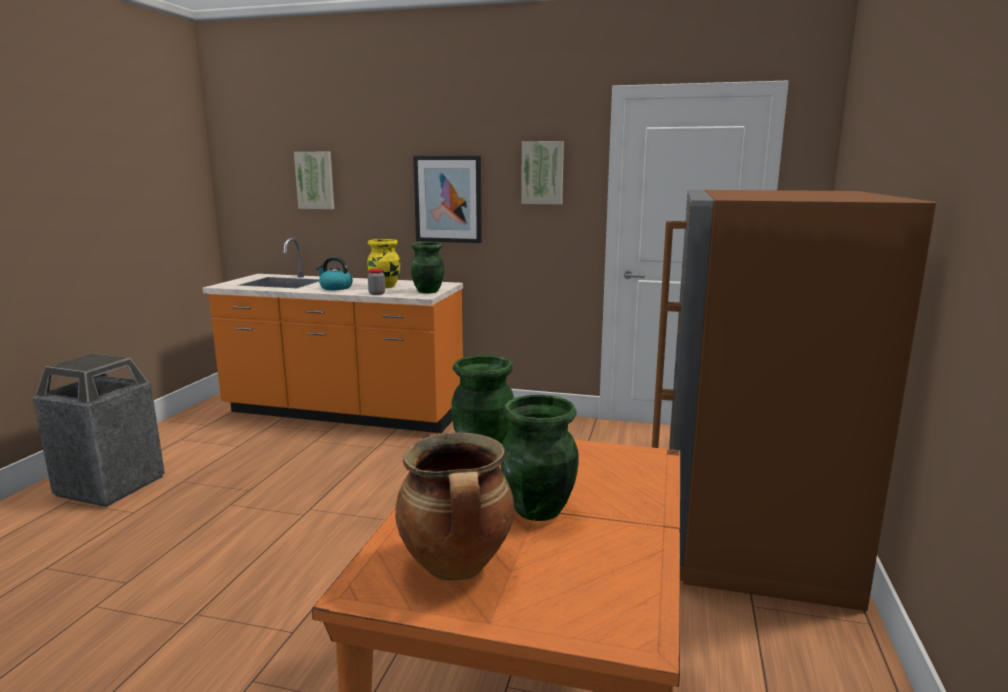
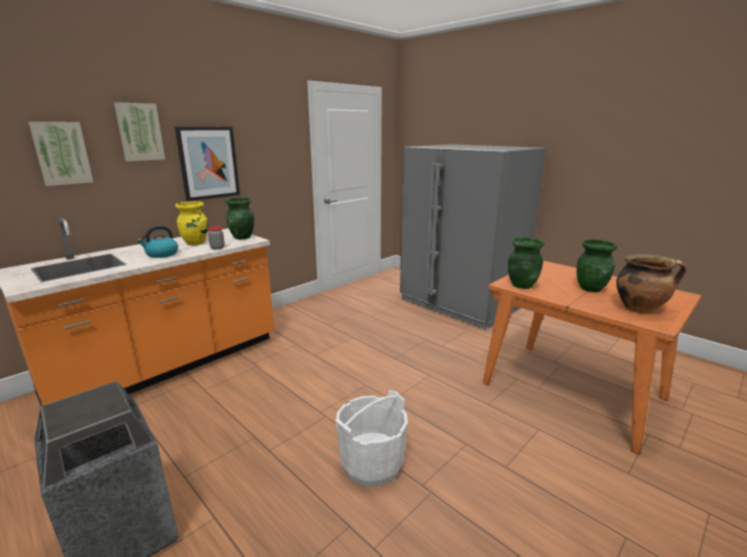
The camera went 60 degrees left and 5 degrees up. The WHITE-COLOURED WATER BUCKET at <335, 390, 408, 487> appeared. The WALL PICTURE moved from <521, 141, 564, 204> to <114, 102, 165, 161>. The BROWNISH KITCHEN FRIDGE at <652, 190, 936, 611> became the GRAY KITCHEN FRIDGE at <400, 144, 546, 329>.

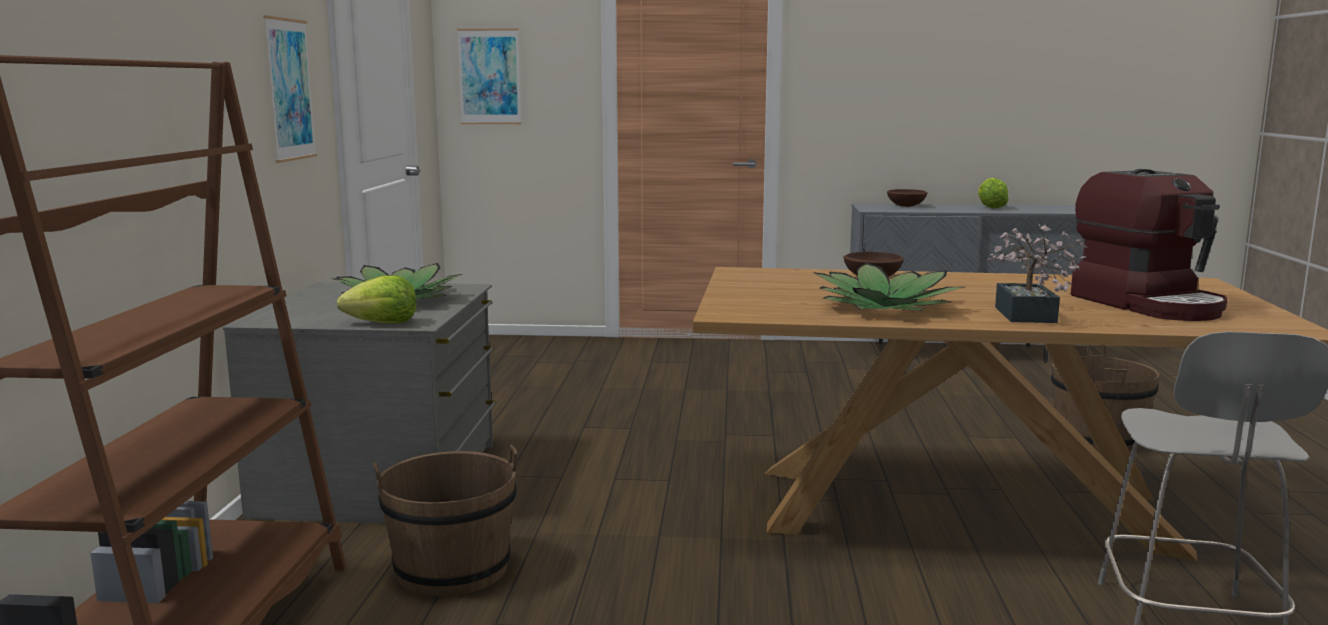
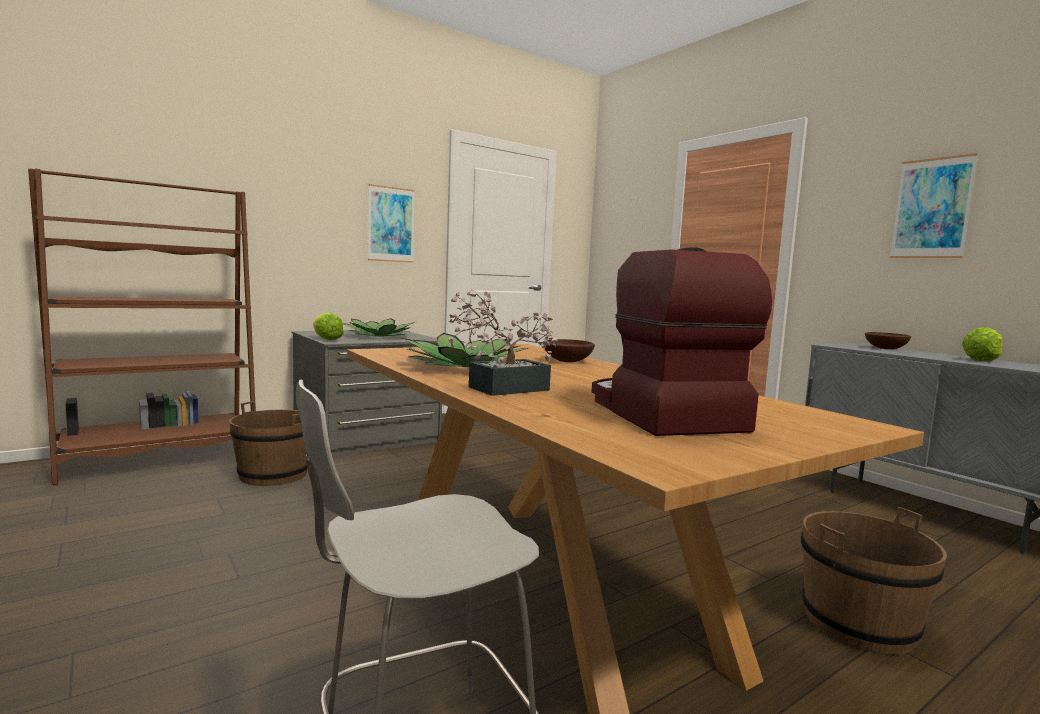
The camera went 50 degrees right and 5 degrees down. The WALL PICTURE moved from <457, 29, 521, 124> to <890, 153, 979, 258>. The COFFEE MACHINE at <1071, 169, 1227, 321> turned 135 degrees clockwise.

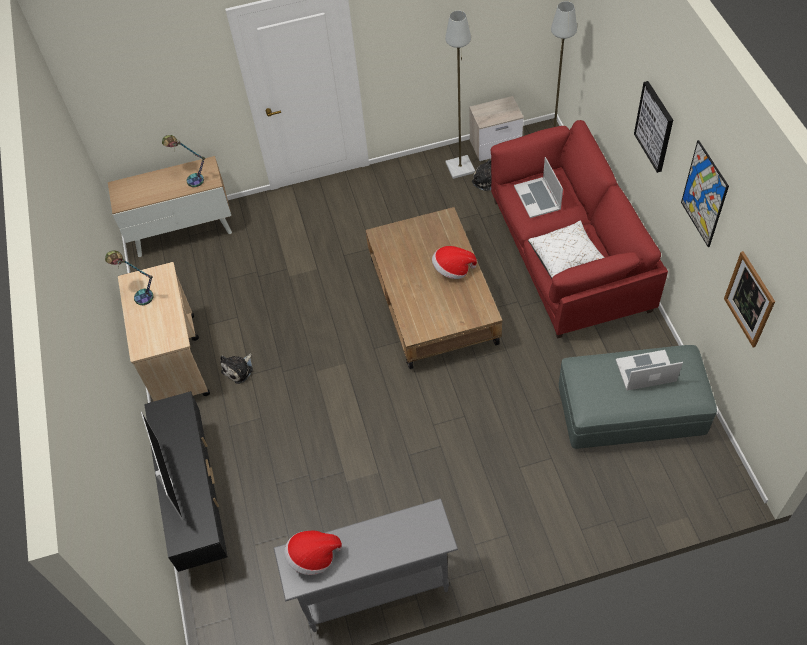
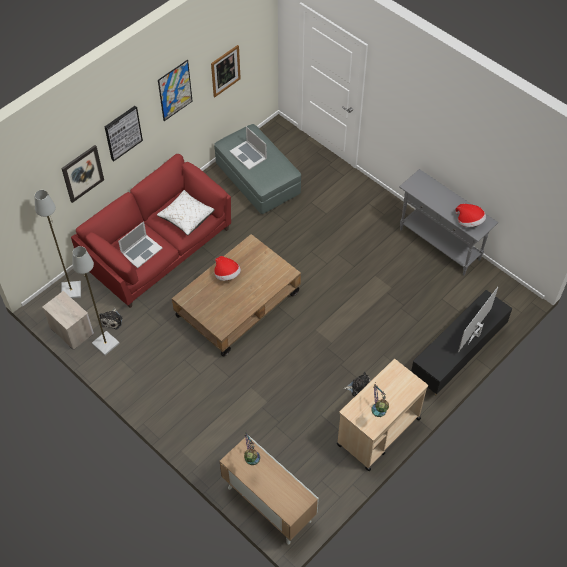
The camera went 125 degrees left and 0 degrees up. The WALL PICTURE at <61, 145, 104, 203> appeared.

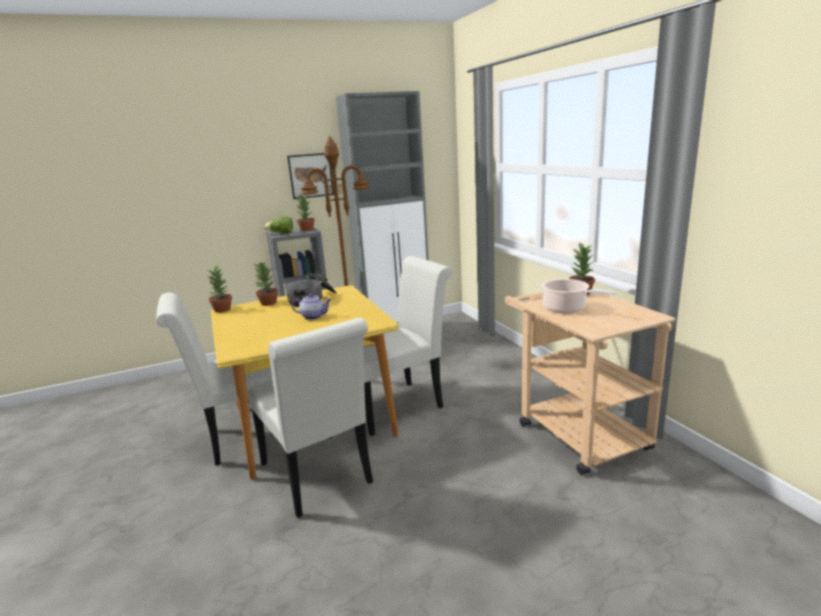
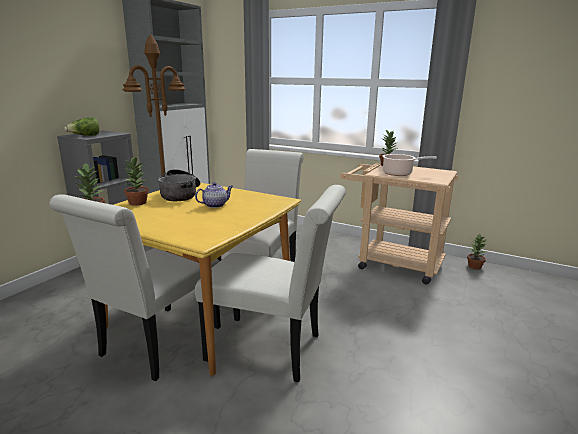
The camera went 40 degrees left and 0 degrees up. The WALL PICTURE at <287, 153, 334, 199> disappeared. The POTTED PLANT moved from <297, 194, 315, 231> to <467, 234, 487, 269>.

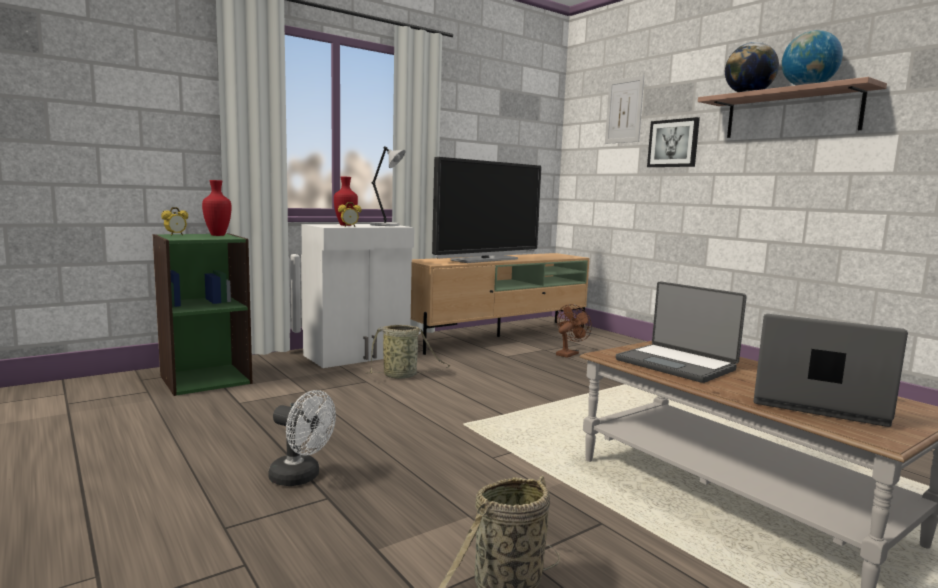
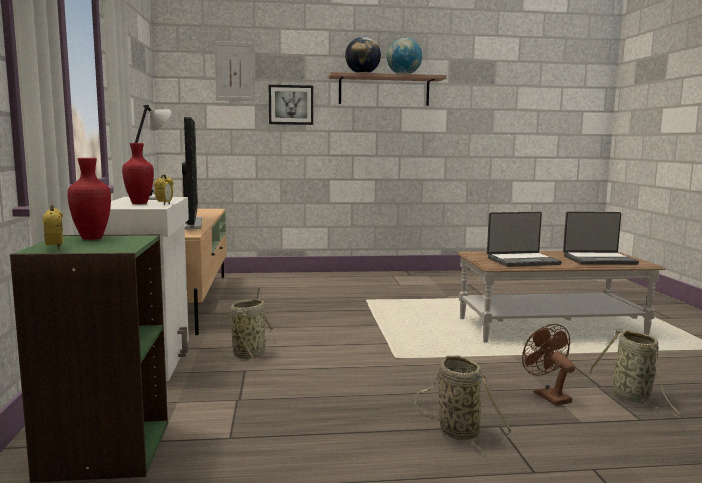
The camera went 60 degrees left and 0 degrees up. The BROWNISH ELECTRIC FAN moved from <556, 304, 592, 358> to <522, 324, 575, 406>. The WHITE-COLOURED ELECTRIC FAN at <268, 390, 336, 486> was replaced by the HOUSEHOLD BASKET at <415, 355, 512, 451>. The PORTABLE COMPUTER at <753, 314, 908, 427> turned 150 degrees counterclockwise.

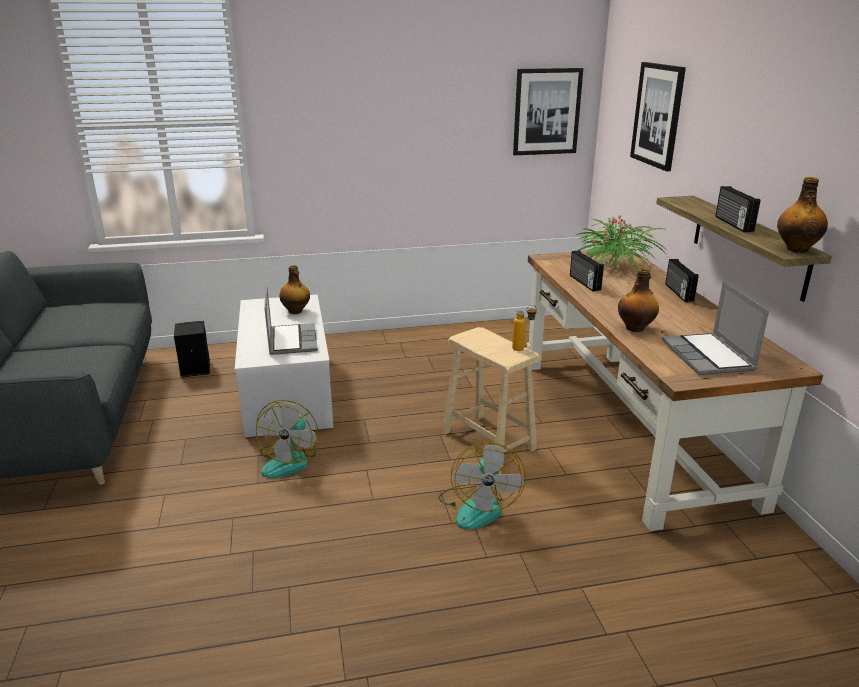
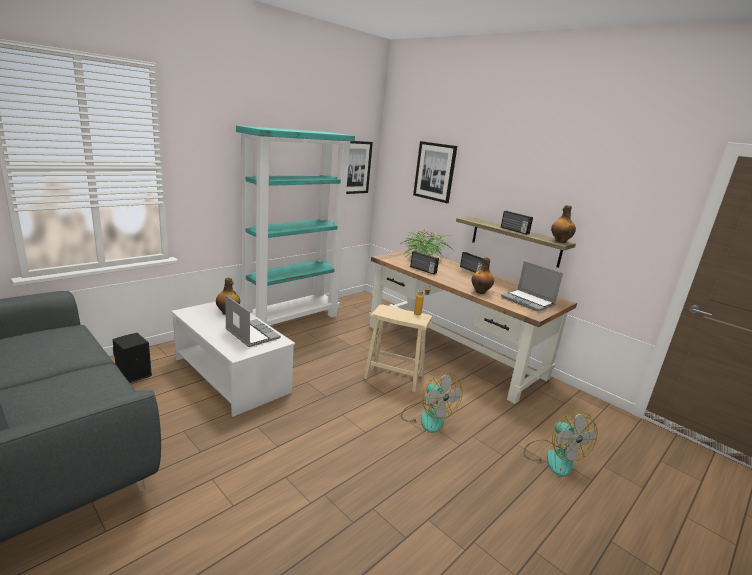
The camera went 35 degrees left and 5 degrees down. The TURQUOISE BOOKCASE at <236, 125, 355, 326> appeared. The ELECTRIC FAN moved from <256, 400, 319, 478> to <524, 412, 597, 477>.

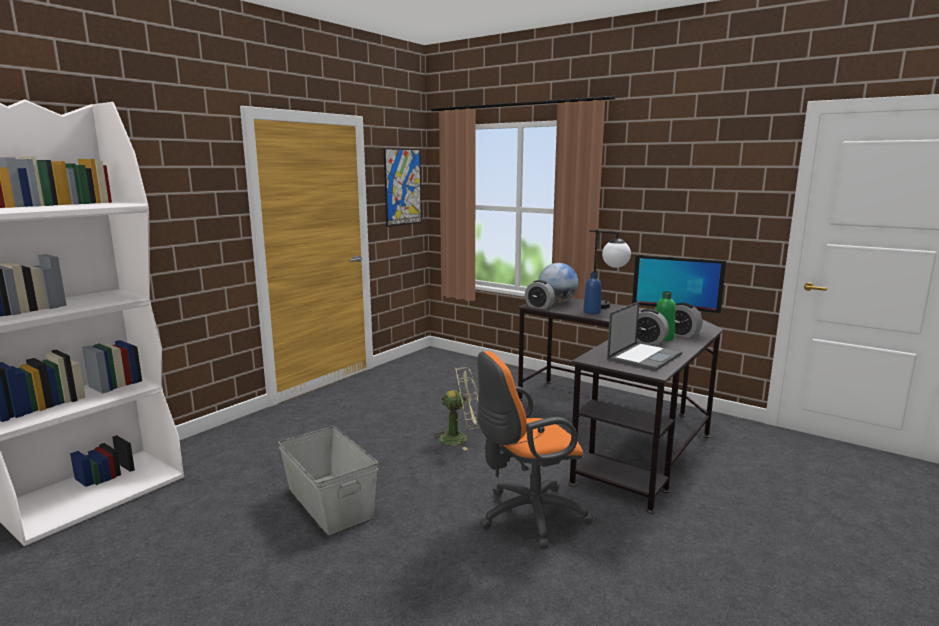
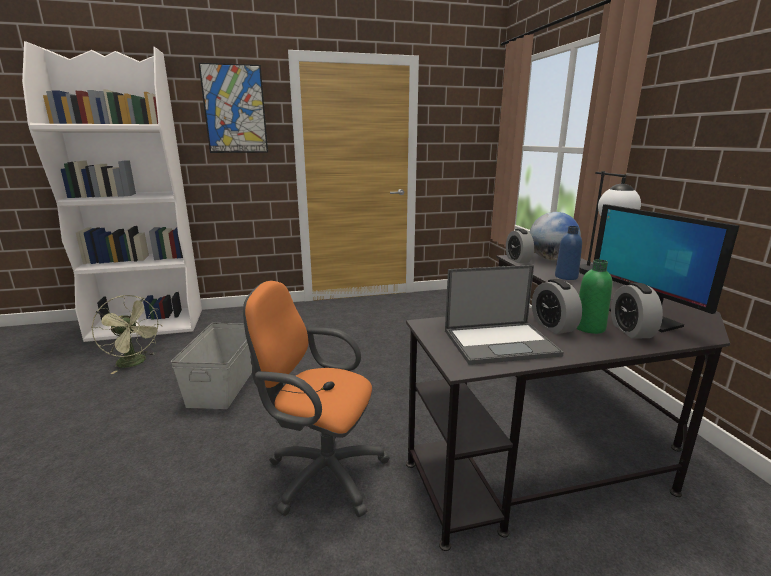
The camera went 40 degrees right and 5 degrees up. The WALL PICTURE moved from <384, 148, 422, 227> to <199, 63, 268, 153>. The GREEN-COLOURED ELECTRIC FAN moved from <431, 367, 480, 450> to <92, 295, 162, 374>.

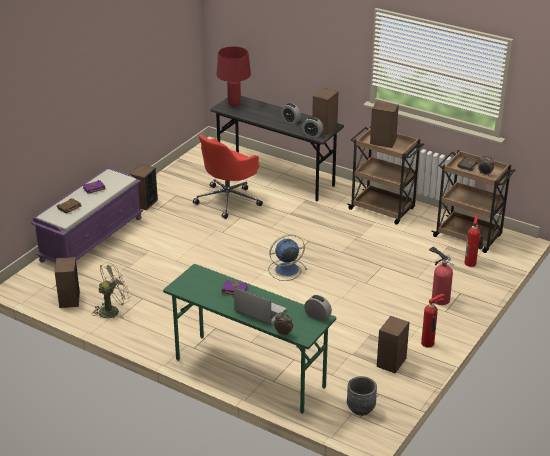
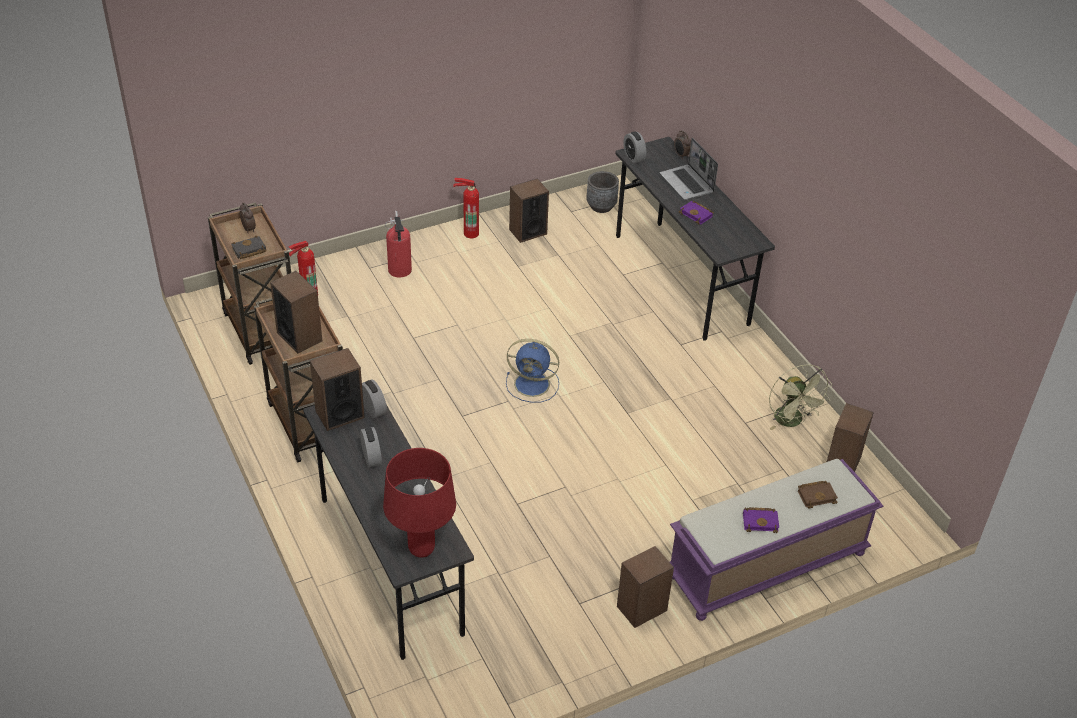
The camera went 150 degrees left and 10 degrees up. The RED OFFICE CHAIR at <193, 135, 263, 219> disappeared. The GREEN-COLOURED DESK at <163, 264, 336, 414> became the GRAY DESK at <615, 137, 775, 341>. The GREEN-COLOURED ELECTRIC FAN at <92, 262, 131, 319> turned 105 degrees counterclockwise.

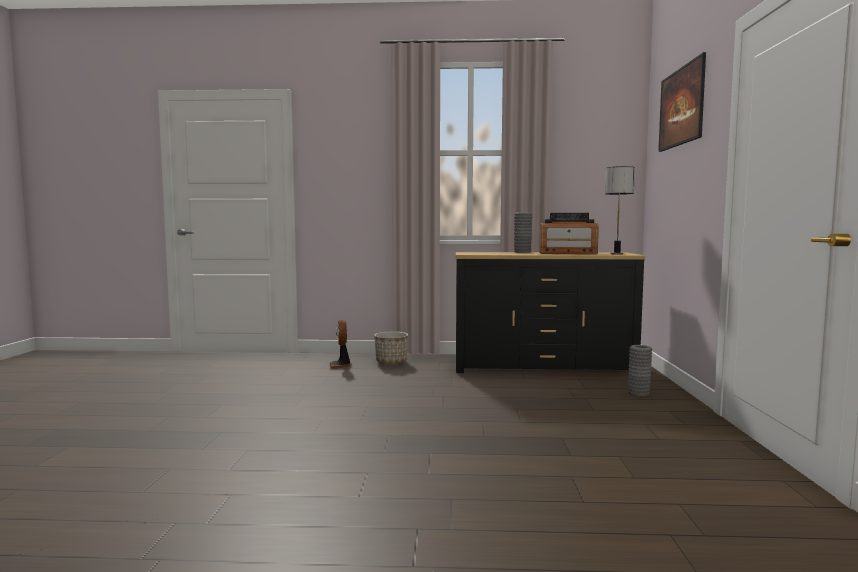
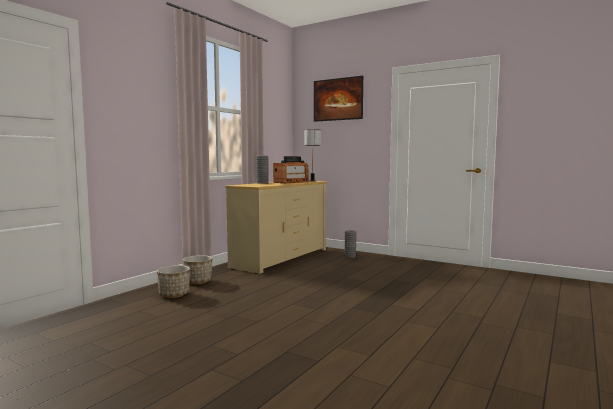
The camera went 60 degrees left and 0 degrees up. The ELECTRIC FAN at <329, 320, 352, 369> was replaced by the PLANT POT at <157, 265, 190, 298>. The BLACK-COLOURED DRESSER at <456, 252, 646, 373> became the SAND-COLOURED DRESSER at <225, 181, 327, 274>.

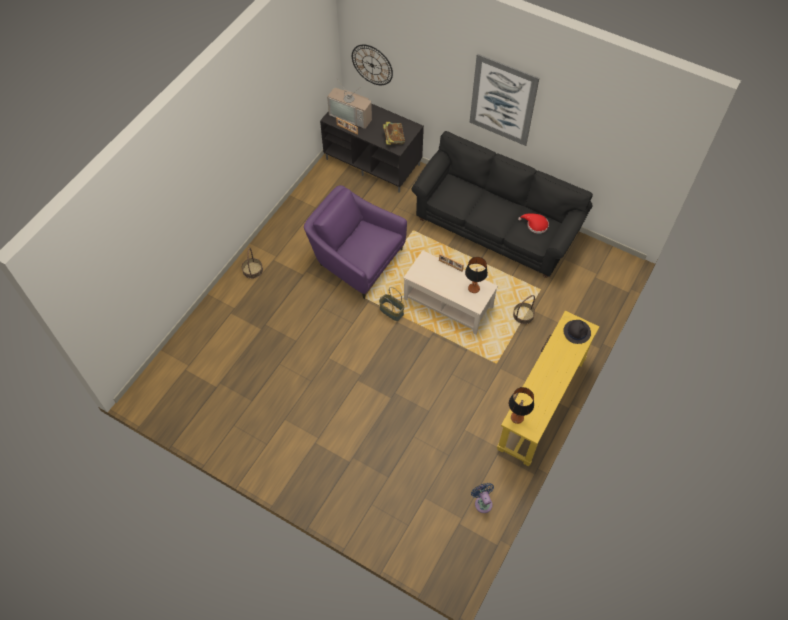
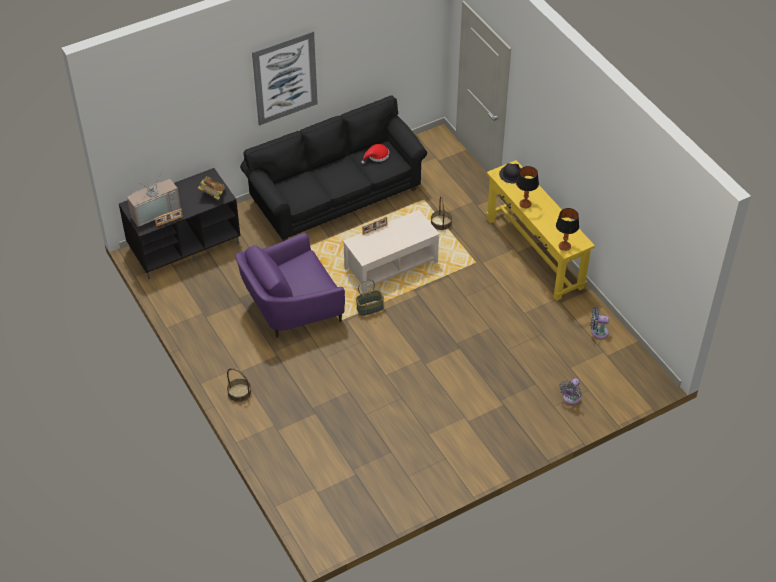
The camera went 60 degrees left and 10 degrees down. The CLOCK ON THE WALL at <352, 44, 393, 85> disappeared. The GRAY ELECTRIC FAN at <559, 378, 582, 405> appeared. The LAMP FOR A TABLE moved from <465, 257, 488, 293> to <516, 166, 539, 208>.

